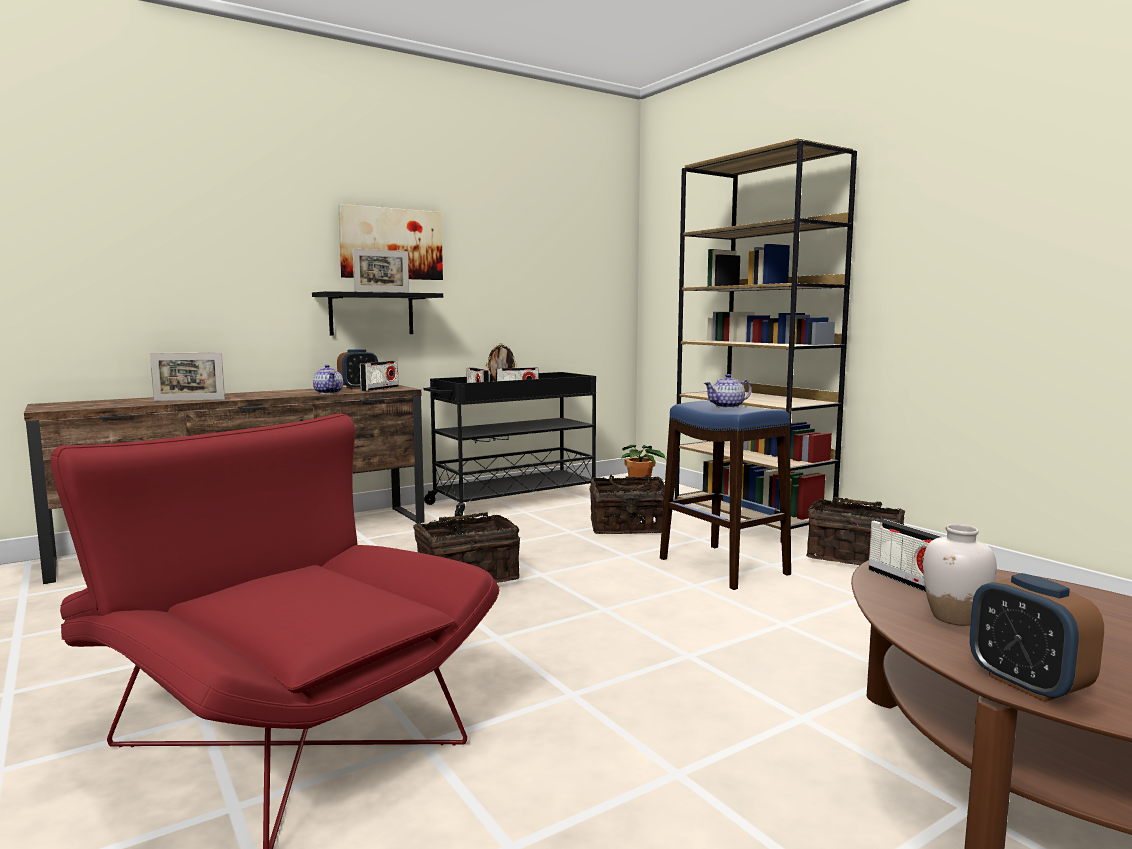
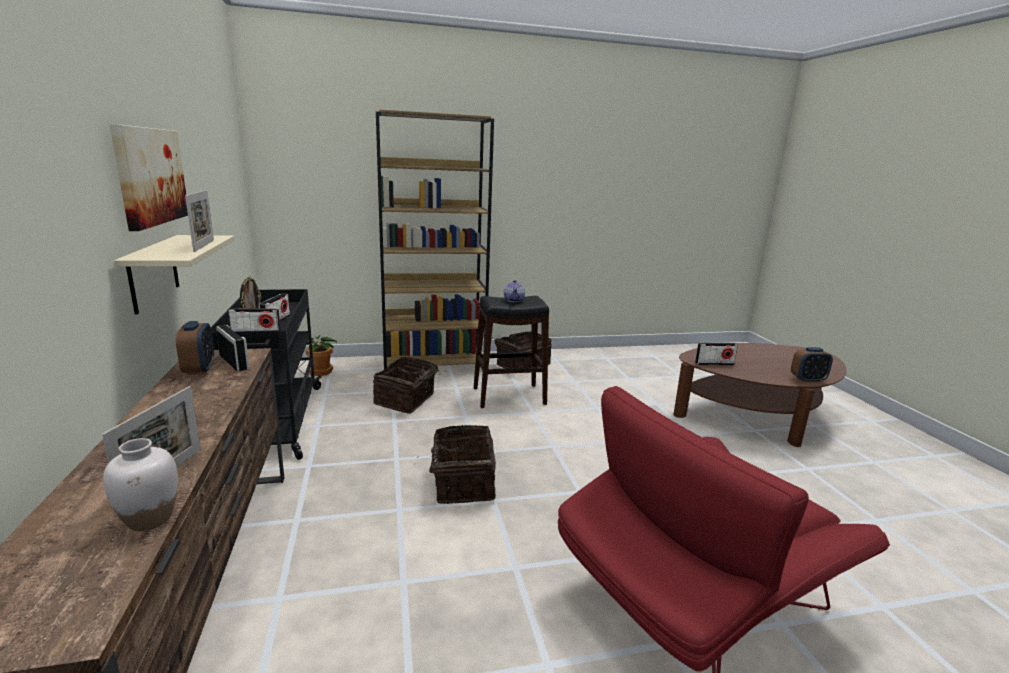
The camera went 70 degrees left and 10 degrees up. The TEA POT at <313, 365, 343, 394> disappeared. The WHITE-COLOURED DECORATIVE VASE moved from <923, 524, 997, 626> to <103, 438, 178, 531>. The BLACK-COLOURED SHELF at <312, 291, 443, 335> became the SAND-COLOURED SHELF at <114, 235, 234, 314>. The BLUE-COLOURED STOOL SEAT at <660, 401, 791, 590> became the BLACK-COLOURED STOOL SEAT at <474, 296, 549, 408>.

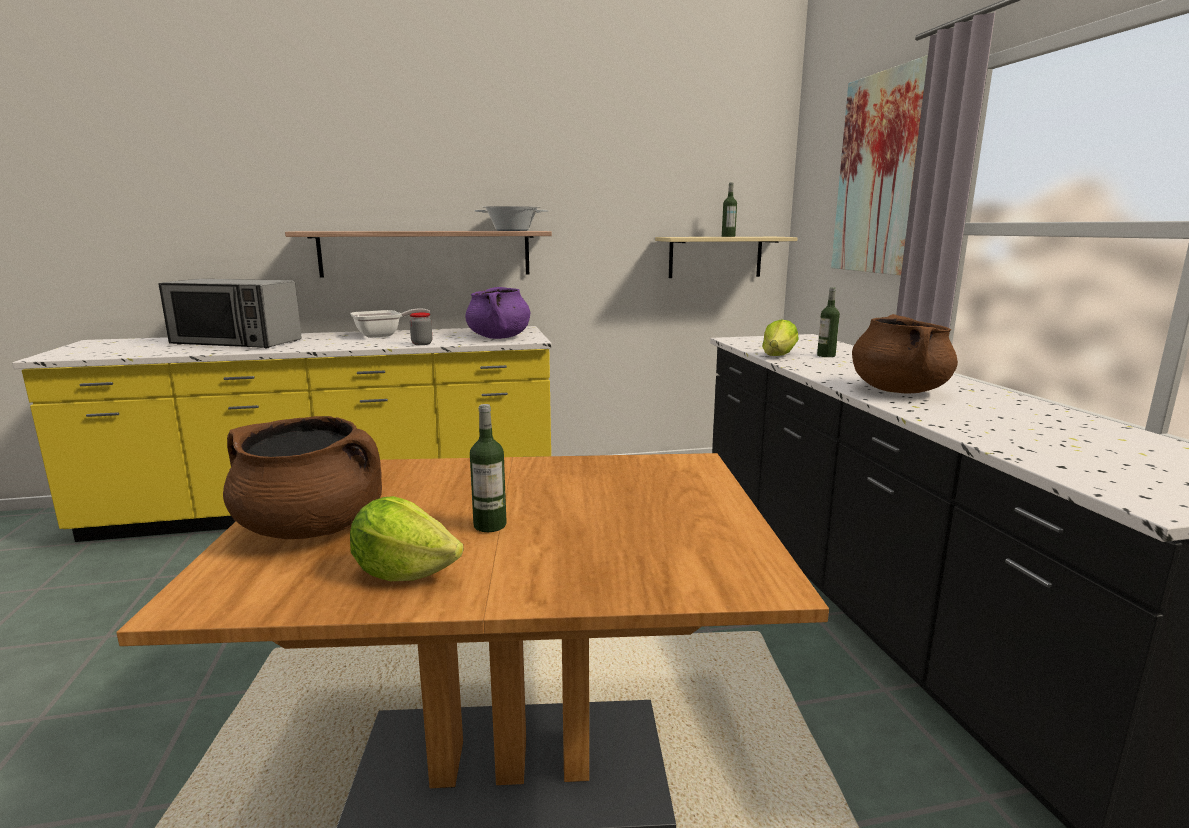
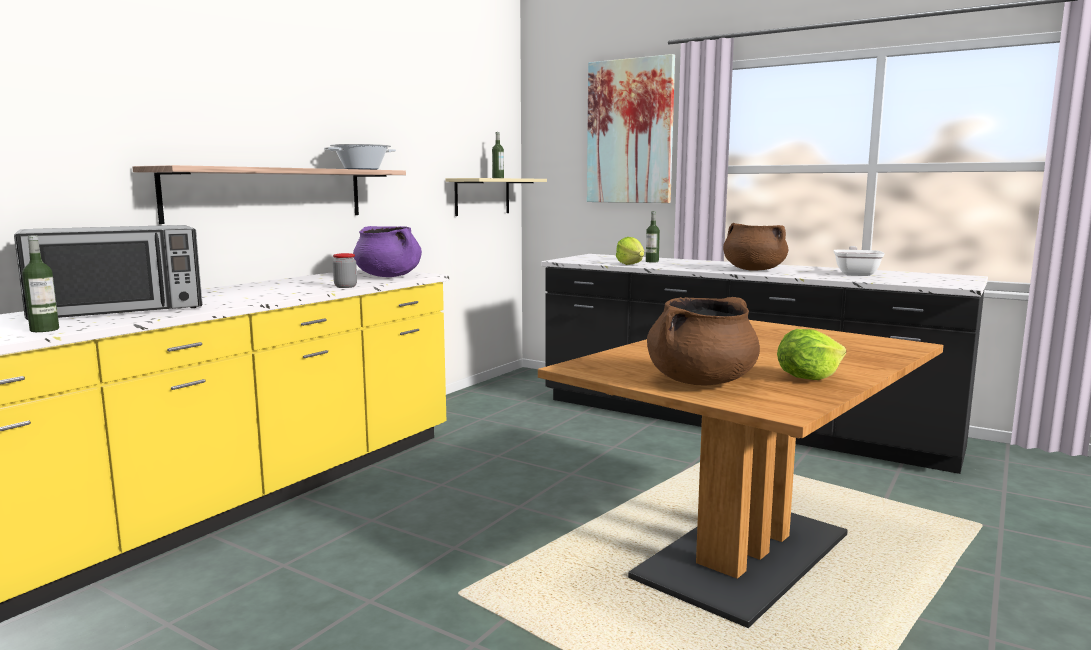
The camera went 45 degrees left and 5 degrees down. The PAN moved from <350, 308, 430, 338> to <833, 246, 885, 276>. The BEVERAGE BOTTLE moved from <470, 404, 507, 532> to <22, 235, 59, 332>.

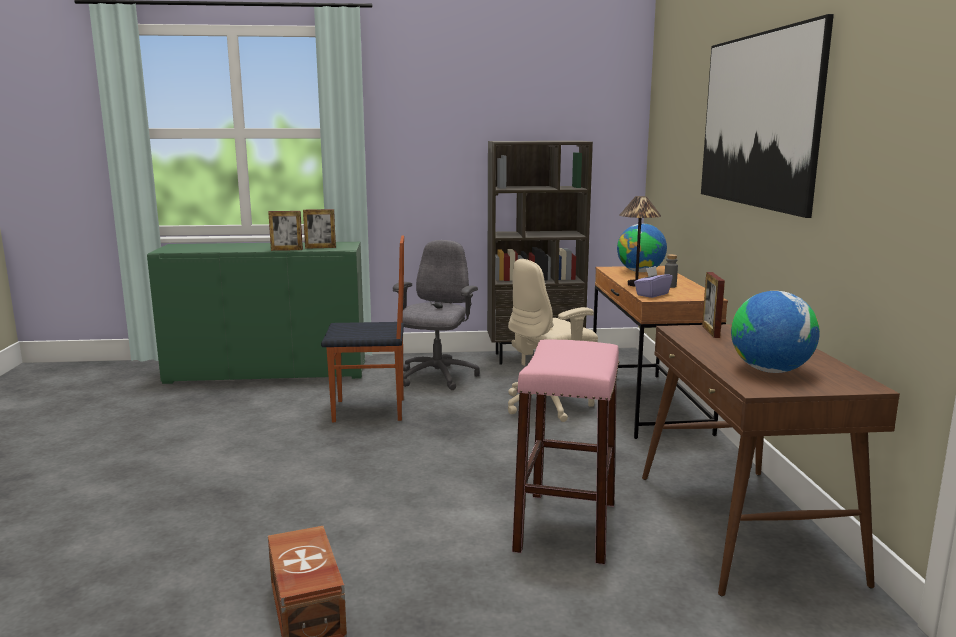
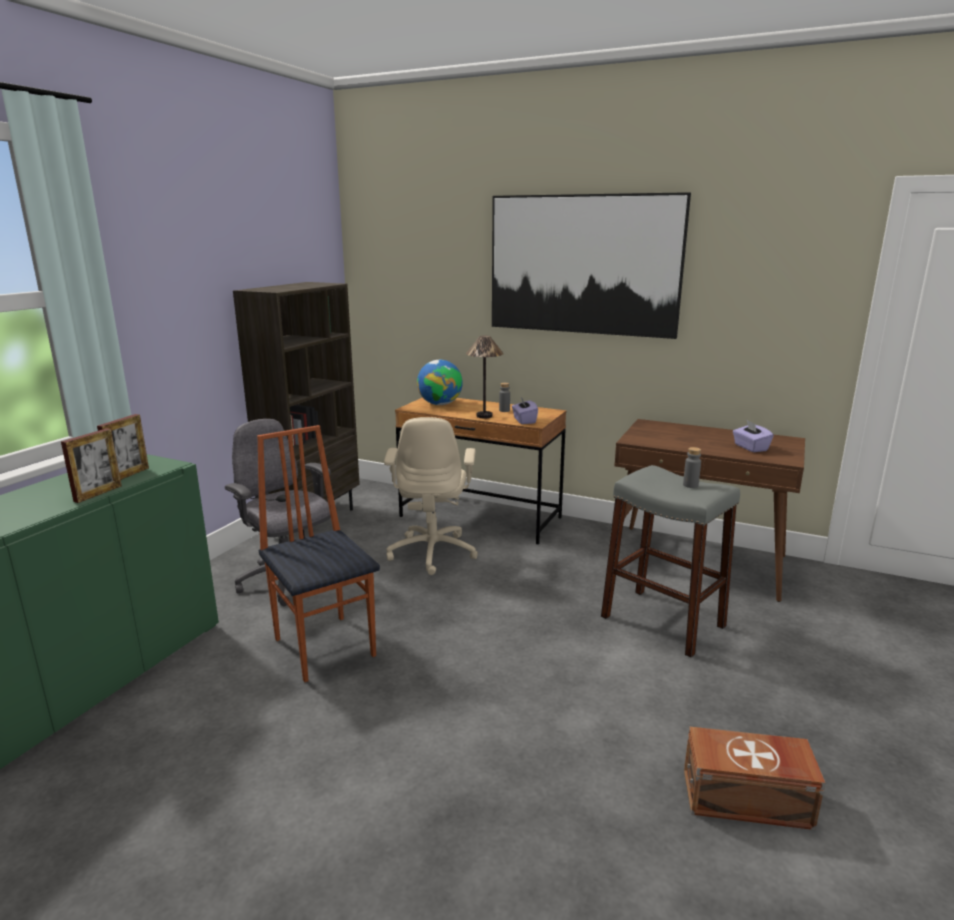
The camera went 60 degrees left and 5 degrees up. The PHOTO FRAME at <702, 272, 725, 338> disappeared. The GRAY BEVERAGE BOTTLE at <683, 447, 701, 488> appeared. The DESK GLOBE at <731, 291, 820, 373> was replaced by the PURPLISH TISSUE BOX at <733, 419, 774, 452>. The PINK-COLOURED STOOL SEAT at <512, 339, 619, 565> became the GRAY STOOL SEAT at <601, 465, 740, 658>. The CHAIR at <321, 236, 404, 422> turned 60 degrees counterclockwise.

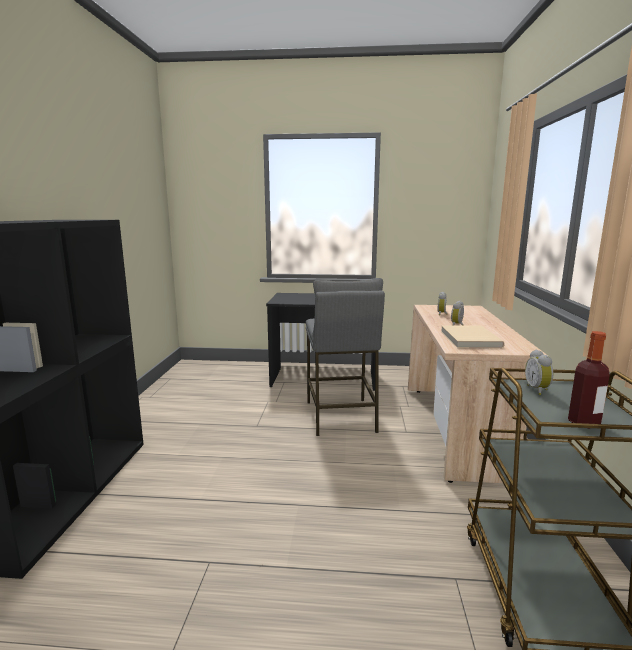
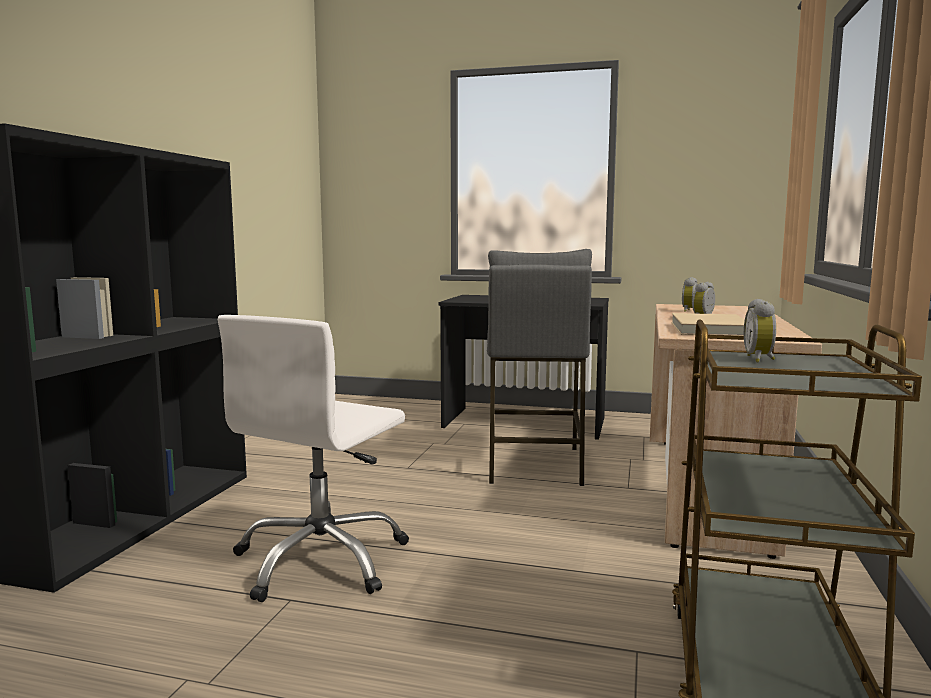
The camera went 10 degrees right and 5 degrees down. The BEVERAGE BOTTLE at <568, 331, 610, 424> disappeared. The WHITE-COLOURED OFFICE CHAIR at <218, 315, 409, 602> appeared.

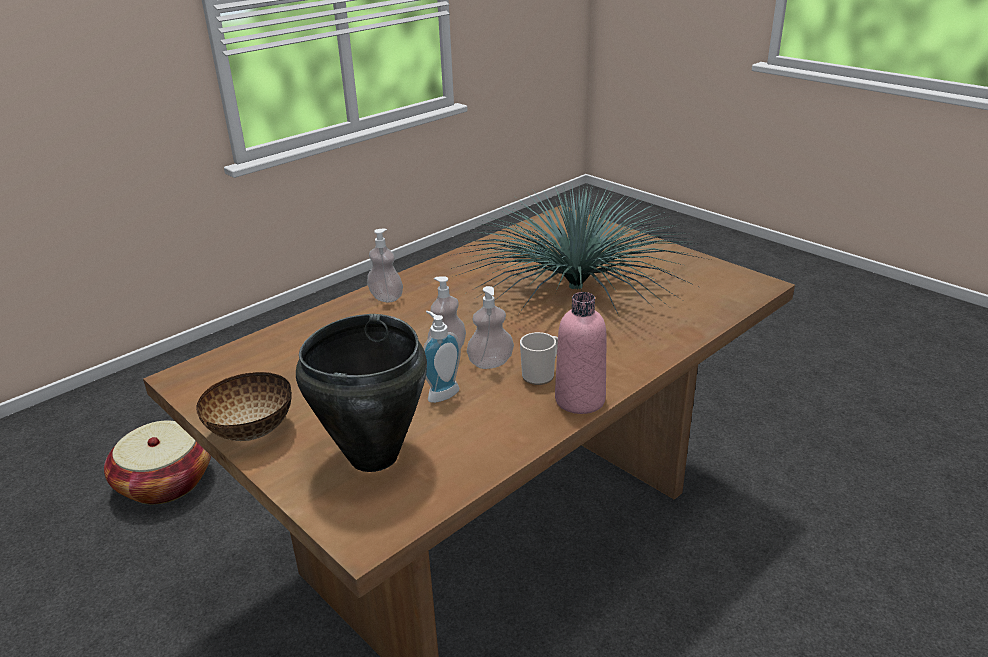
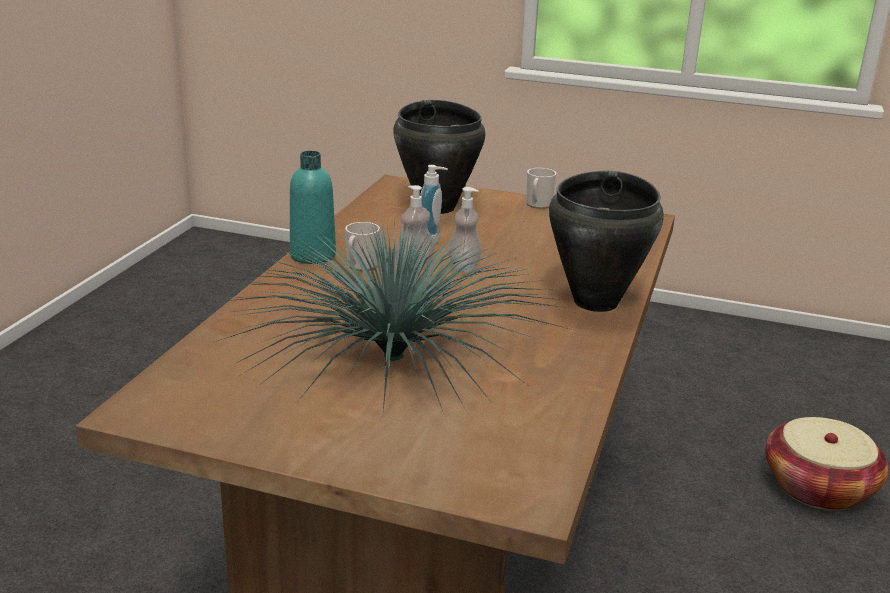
The camera went 150 degrees right and 5 degrees down. The DEEP DISH at <196, 372, 292, 441> was replaced by the MUG at <526, 168, 557, 209>. The SOAP DISPENSER at <367, 229, 403, 302> was replaced by the BLACK-COLOURED SAUCEPOT at <549, 171, 664, 312>. The PINK-COLOURED BEVERAGE BOTTLE at <555, 292, 607, 414> became the TURQUOISE BEVERAGE BOTTLE at <290, 151, 336, 264>.

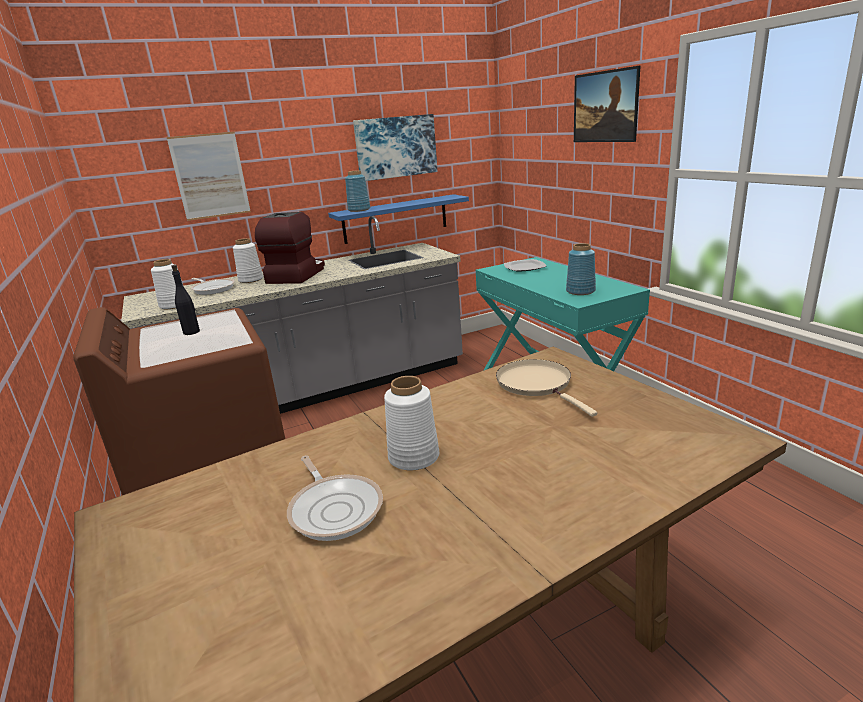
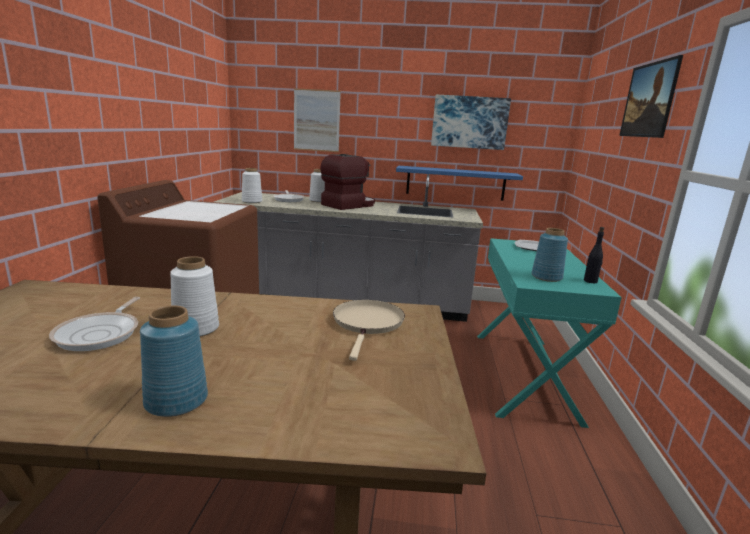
The camera went 30 degrees right and 5 degrees down. The BLACK-COLOURED BEVERAGE BOTTLE moved from <171, 265, 200, 335> to <584, 227, 604, 283>. The BLUE-COLOURED DECORATIVE VASE moved from <345, 170, 370, 212> to <140, 305, 208, 417>.

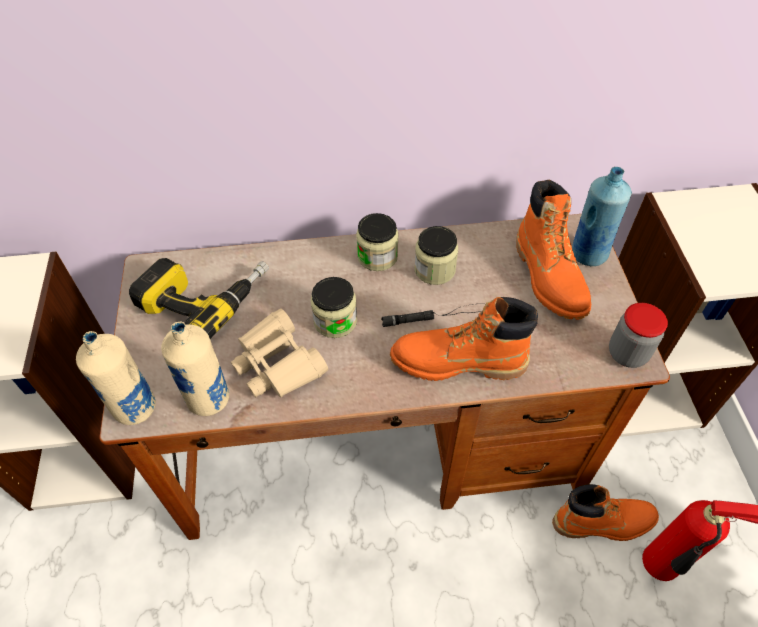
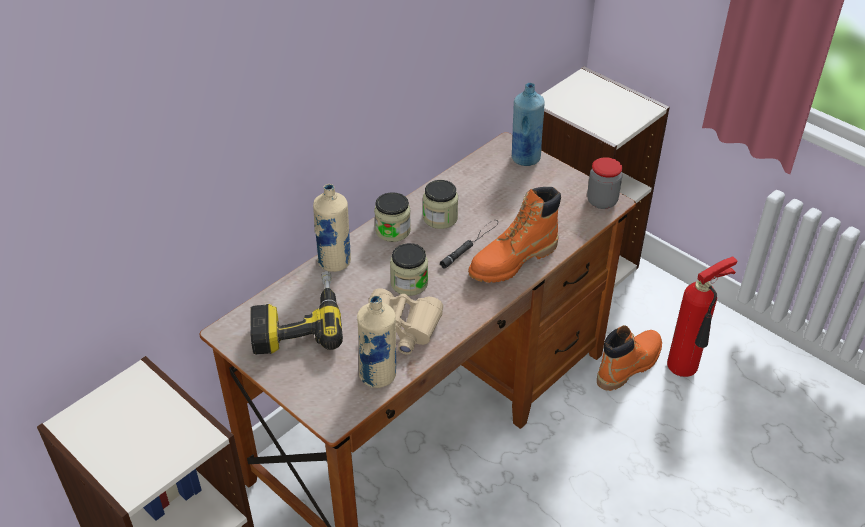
The camera went 40 degrees left and 10 degrees down. The ORANGEY HIGH-TOP BOOT at <516, 180, 591, 320> disappeared. The SAND-COLOURED BEVERAGE BOTTLE moved from <76, 331, 156, 425> to <313, 184, 351, 272>.

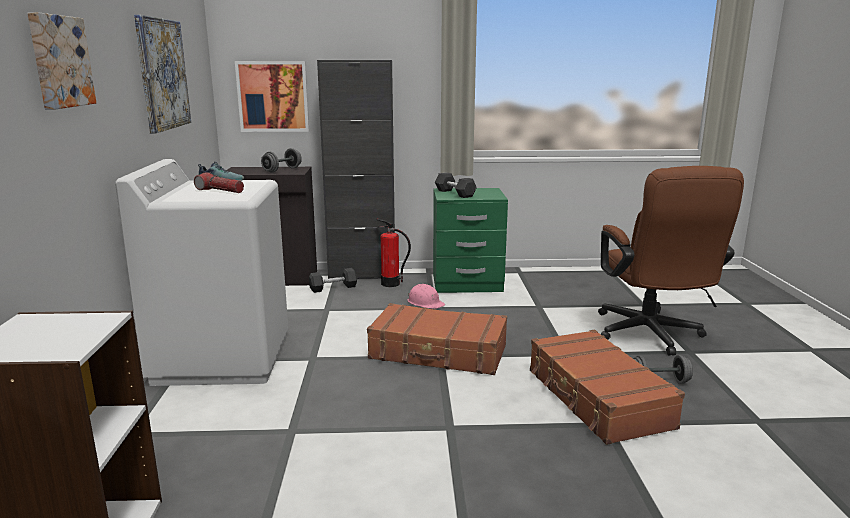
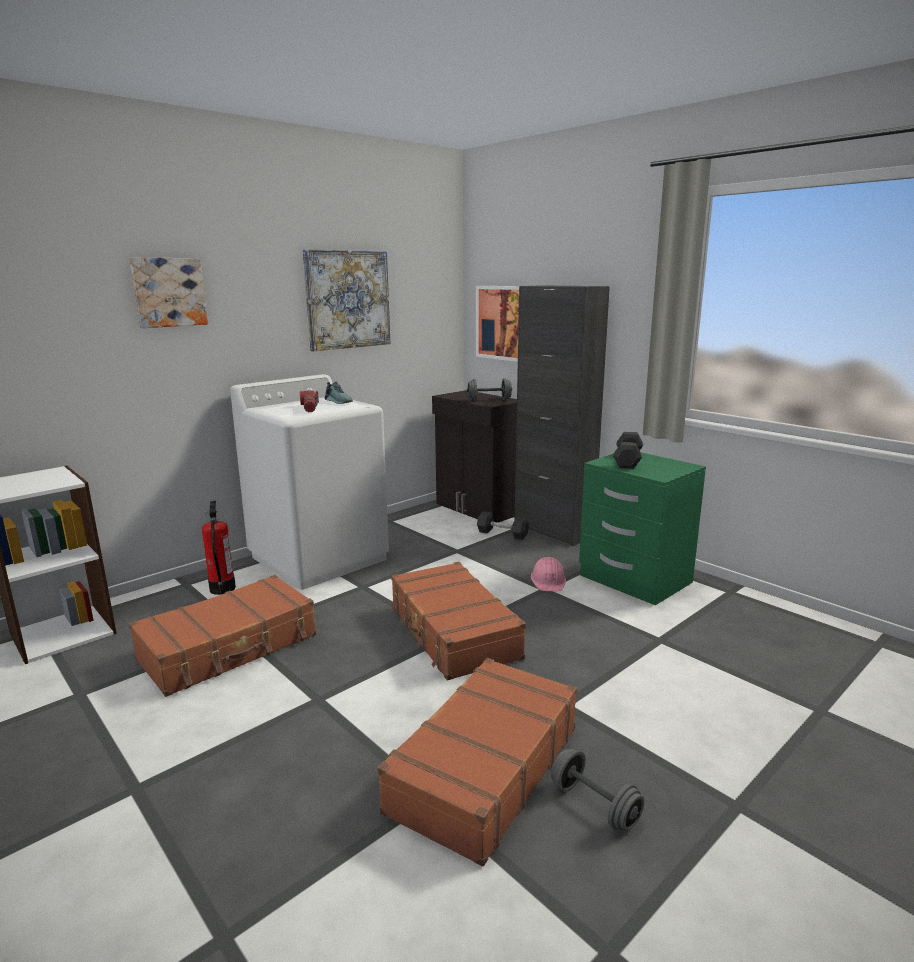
The camera went 50 degrees right and 0 degrees up. The BROWNISH OFFICE CHAIR at <598, 166, 744, 356> disappeared. The BROWNISH SUITCASE at <129, 575, 316, 697> appeared. The FIRE-FIGHTING CYLINDER moved from <376, 219, 411, 287> to <202, 501, 236, 595>.

